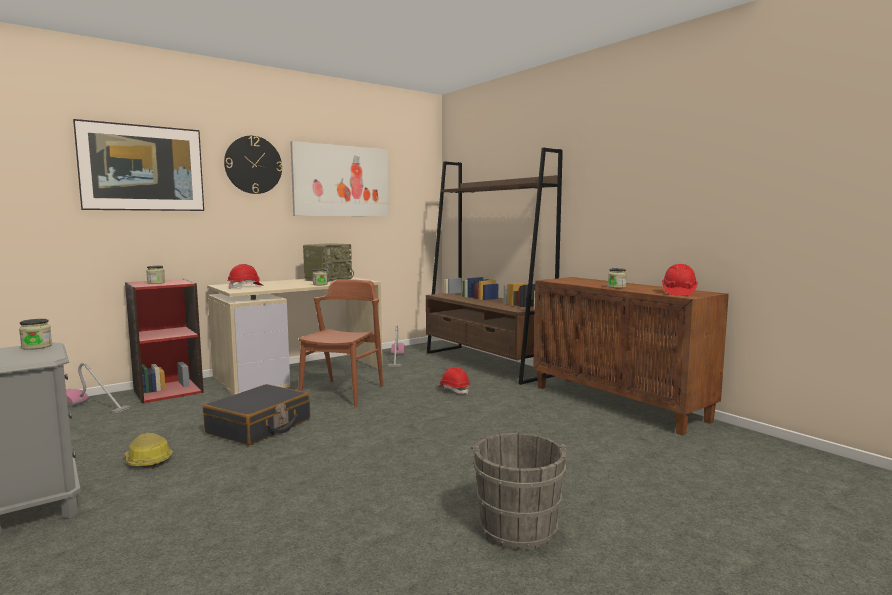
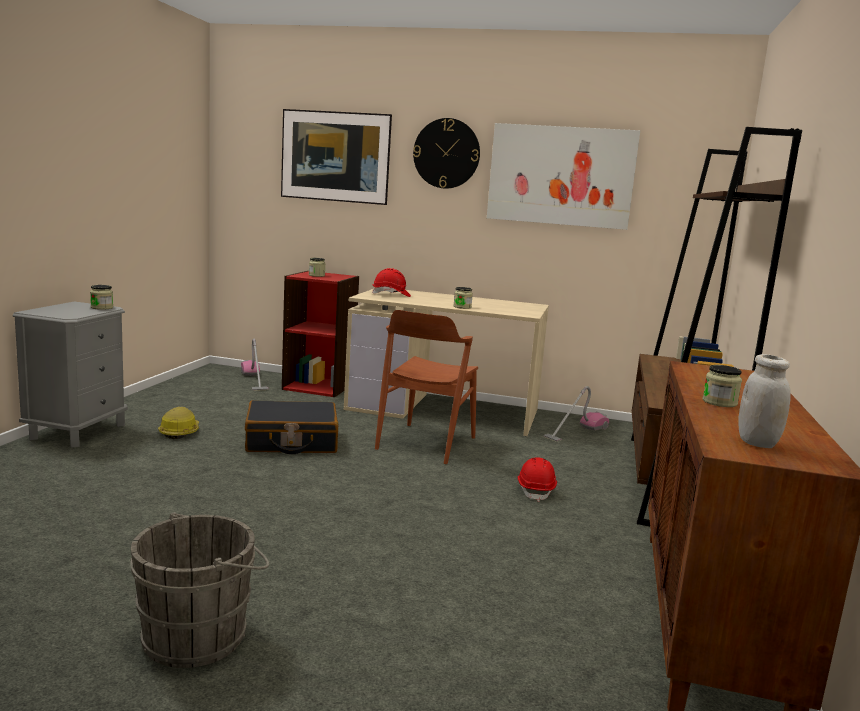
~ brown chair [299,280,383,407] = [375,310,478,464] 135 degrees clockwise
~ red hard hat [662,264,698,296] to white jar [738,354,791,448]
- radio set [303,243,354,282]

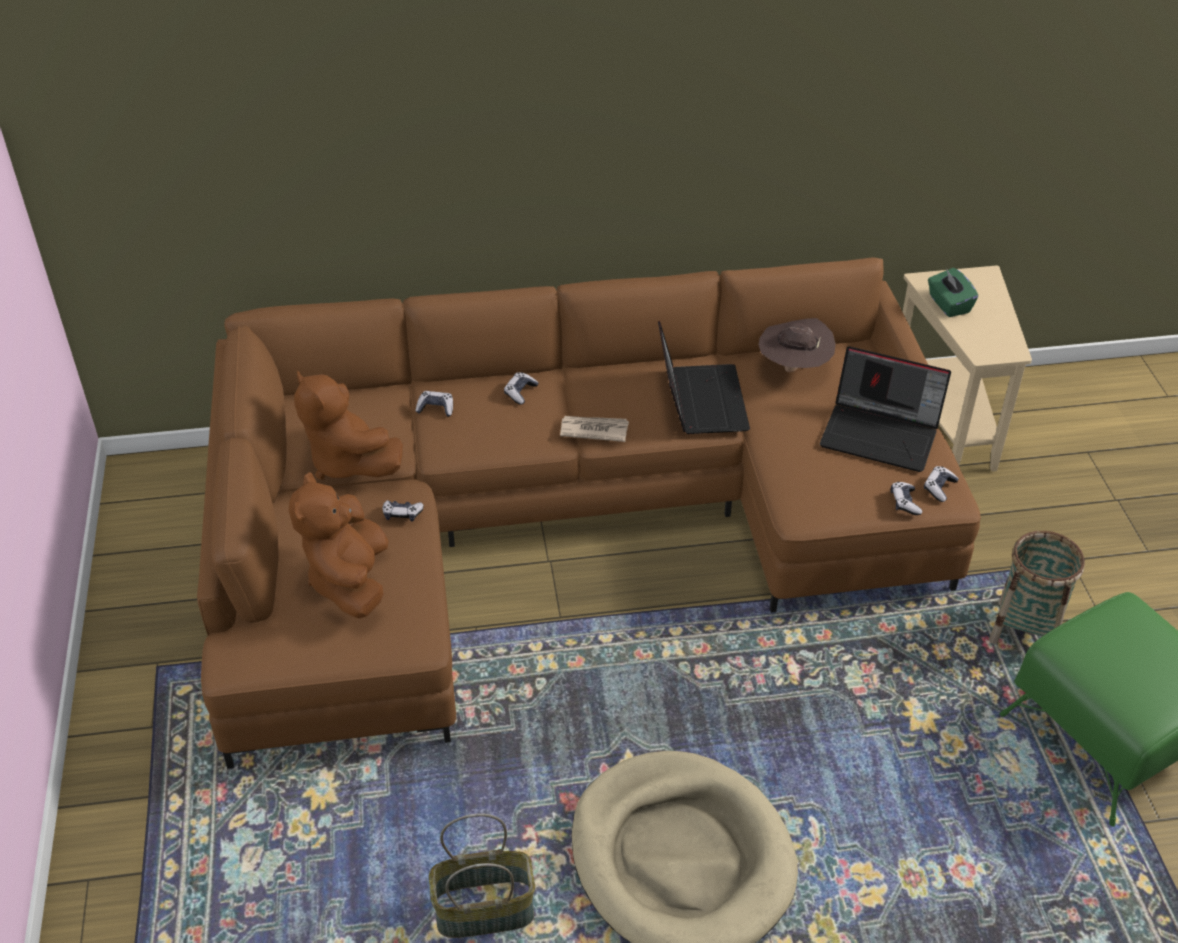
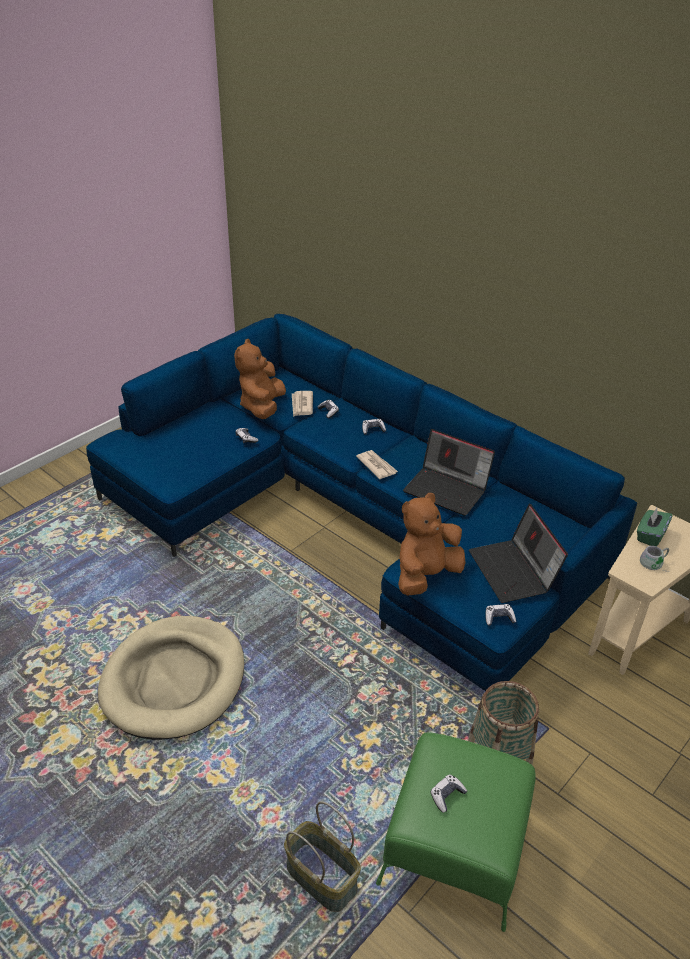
~ brown sofa [197,257,981,769] to blue-coloured sofa [86,314,637,691]
~ household basket [429,813,535,938] to [284,801,361,912]
+ newspaper [292,391,313,417]
~ brown cuddly toy [289,472,389,619] to [398,493,466,596]
~ notebook computer [658,320,750,434] = [403,429,495,516] 75 degrees clockwise
~ joypad [891,482,922,515] to [430,774,467,813]
+ greyish tea mug [640,546,669,571]
- brown clothing hat [758,318,836,372]

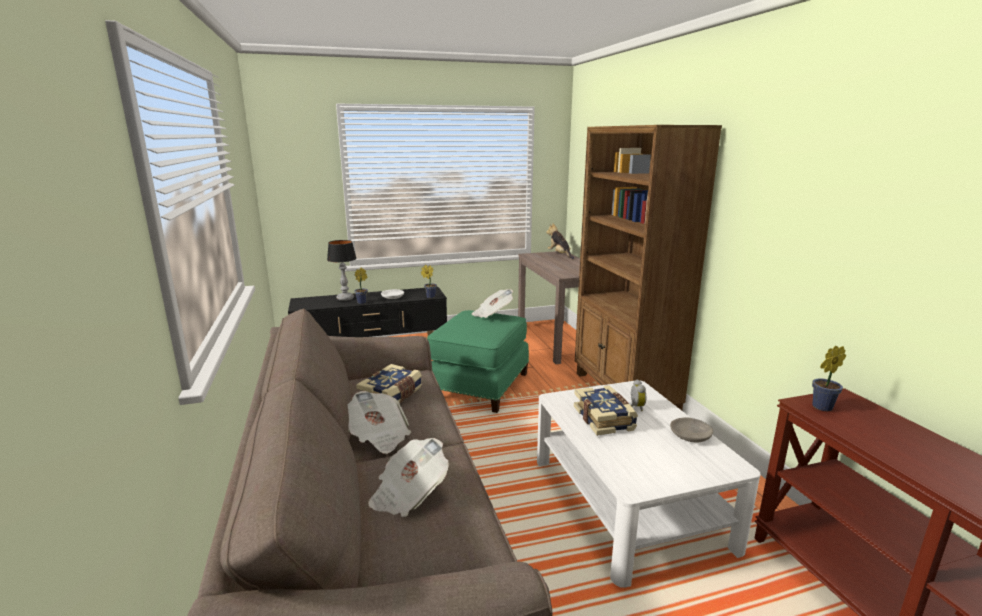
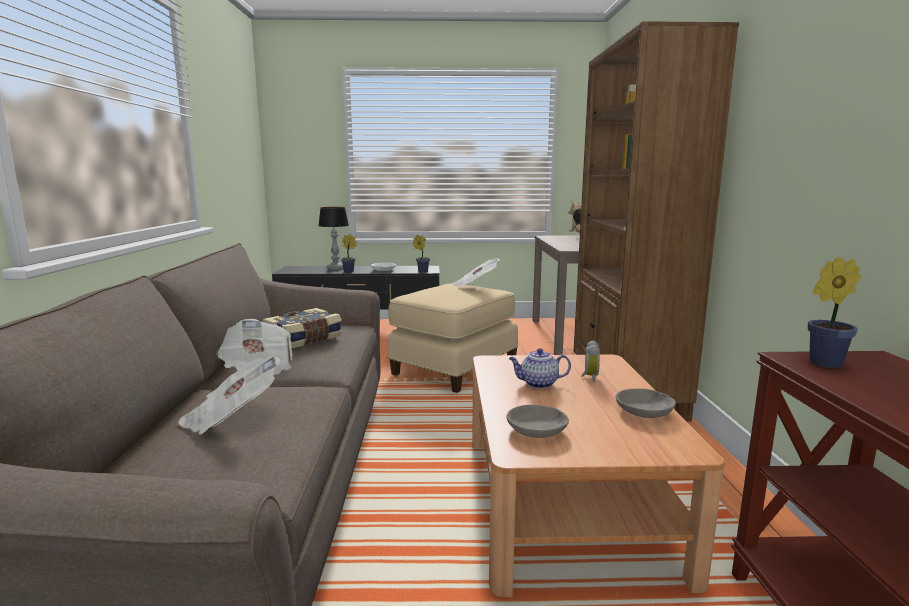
~ greenish footrest [427,310,529,413] to beige footrest [387,284,518,393]
~ white lounge table [537,381,761,588] to brown lounge table [472,354,725,597]
+ greyish deep dish [506,405,569,438]
~ book [574,385,638,436] to teapot [509,348,571,389]

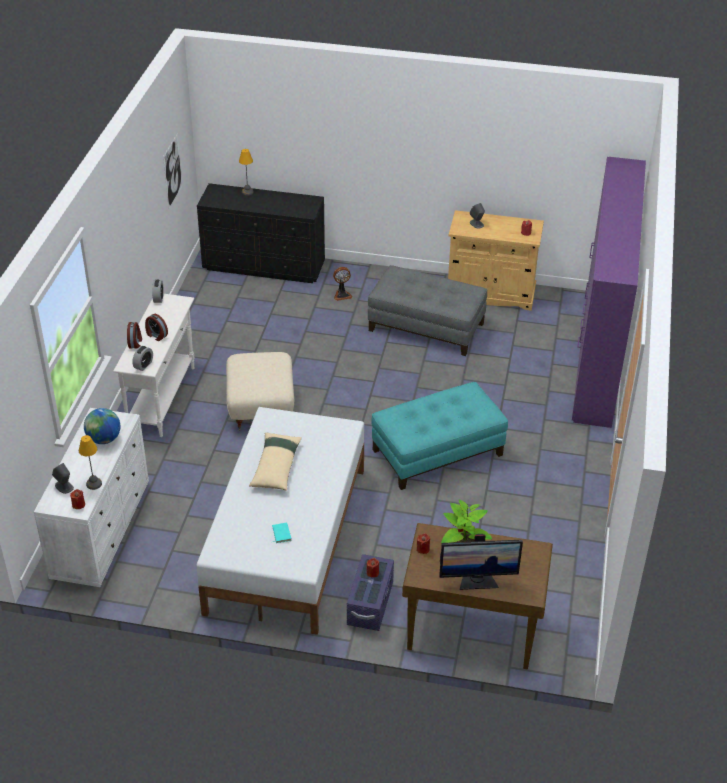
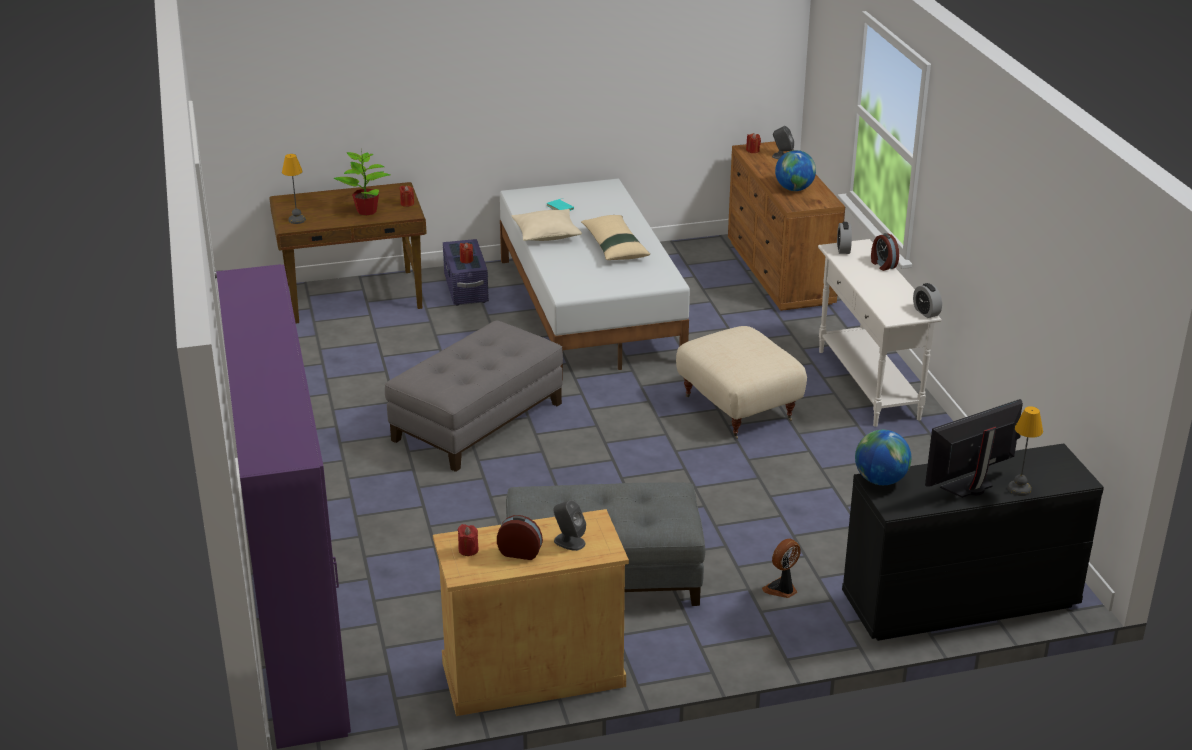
~ tabletop lamp [79,435,102,490] to [282,154,306,224]
~ turquoise-coloured footrest [371,382,508,490] to greyish footrest [385,321,563,472]
~ bedside clock [145,314,168,341] to [497,515,543,560]
+ beige cushion [512,209,582,241]
~ white chest of drawers [34,408,149,587] to brown chest of drawers [728,141,845,311]
+ world globe [855,430,911,485]
~ monitor [439,534,523,590] to [925,399,1023,498]
- picture [163,133,182,209]

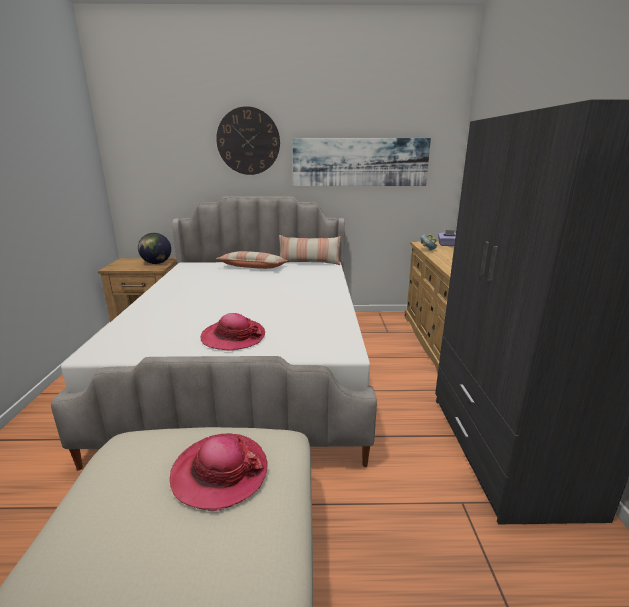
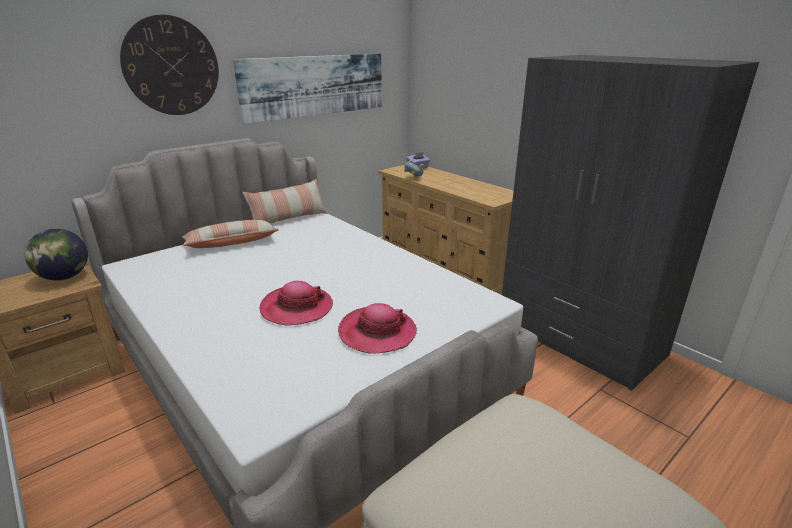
~ clothing hat [170,433,268,511] to [260,281,333,325]

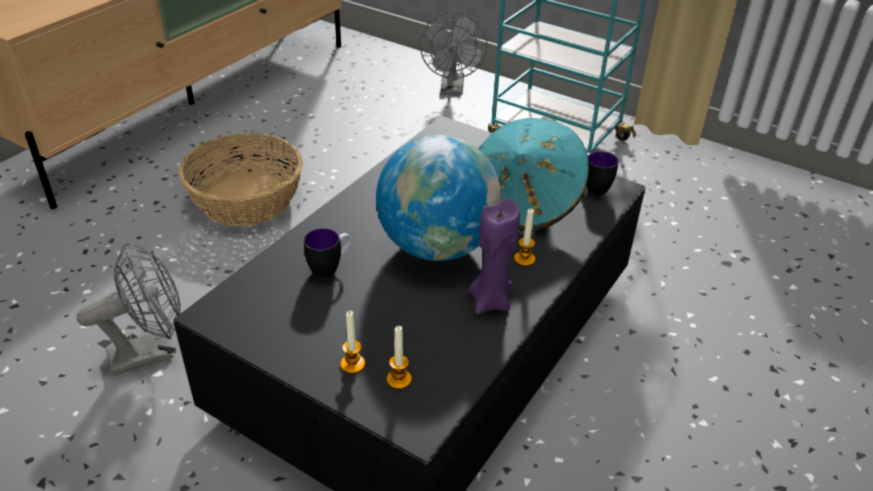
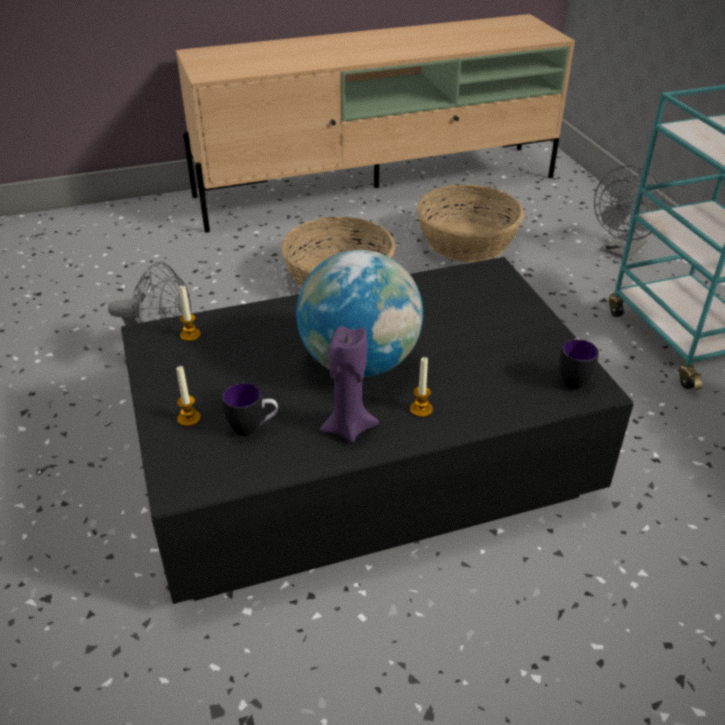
~ candle [386,326,412,389] to [179,285,201,341]
~ tea mug [304,228,351,279] to [222,383,278,436]
+ household basket [417,184,524,262]
- turquoise-coloured clothing hat [478,117,589,231]

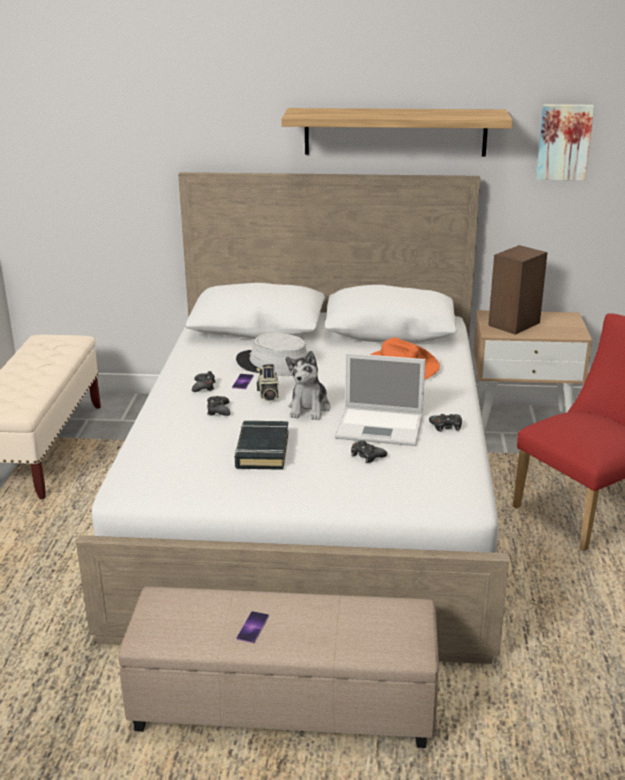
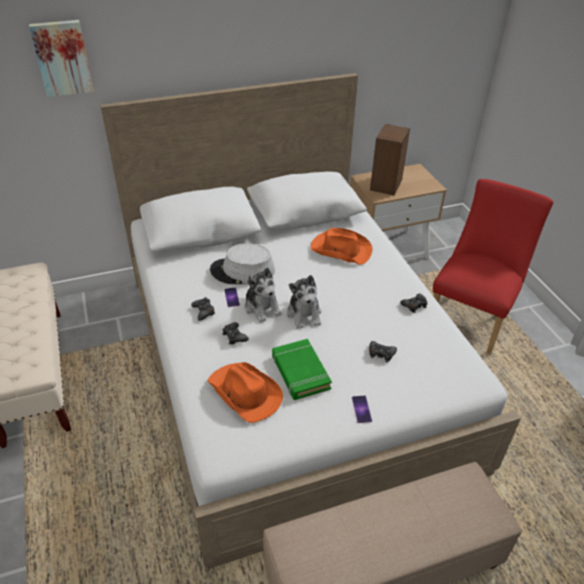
~ picture [536,104,594,180] to [29,20,94,97]
+ orange-coloured clothing hat [207,362,283,423]
~ photo camera [257,364,279,401] to cuddly toy [245,268,282,323]
~ black book [235,421,289,470] to greenish book [272,339,332,400]
~ handset [236,611,269,643] to [352,396,372,423]
- shelf [281,108,513,156]
- notebook computer [335,353,425,446]

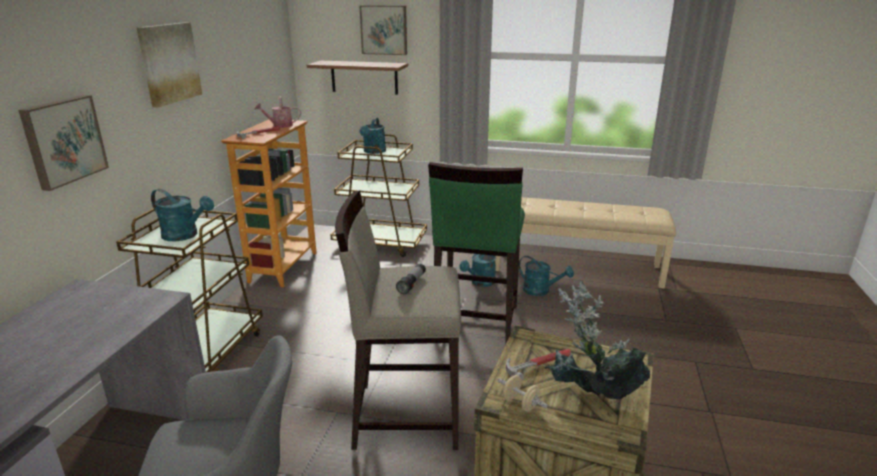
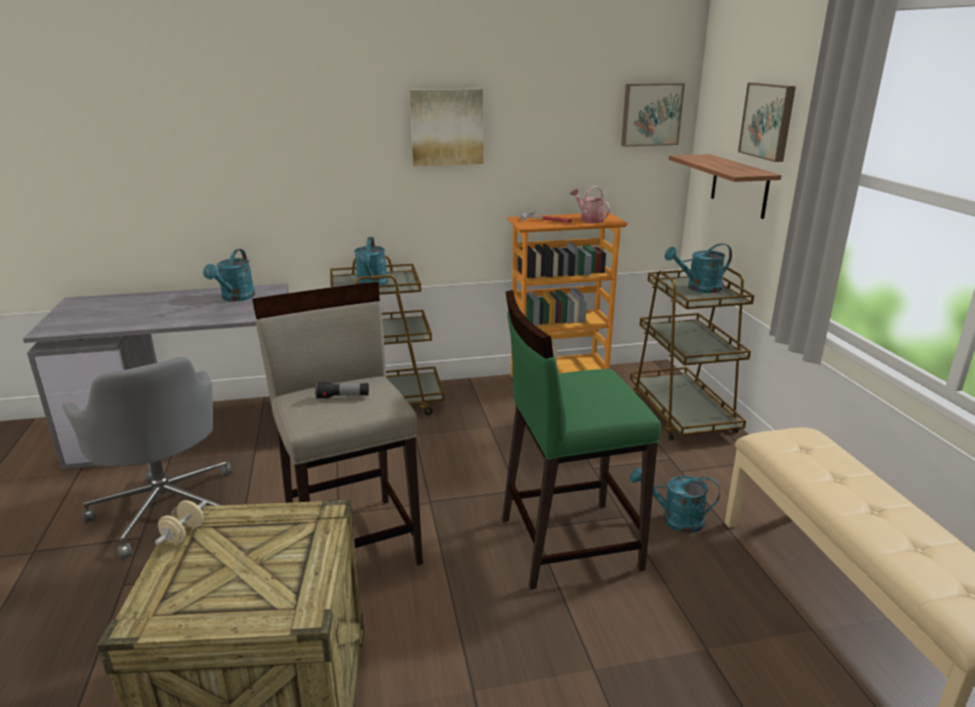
~ turquoise-coloured watering can [519,256,574,296] to [203,249,255,302]
~ picture [18,95,109,191] to [621,83,685,147]
- tool hammer [506,349,571,381]
- plant in a pot [544,281,650,400]

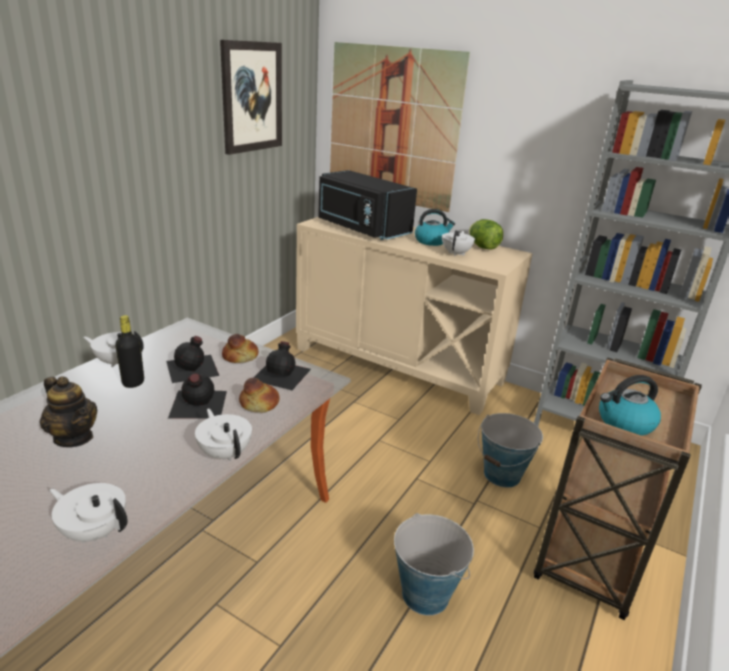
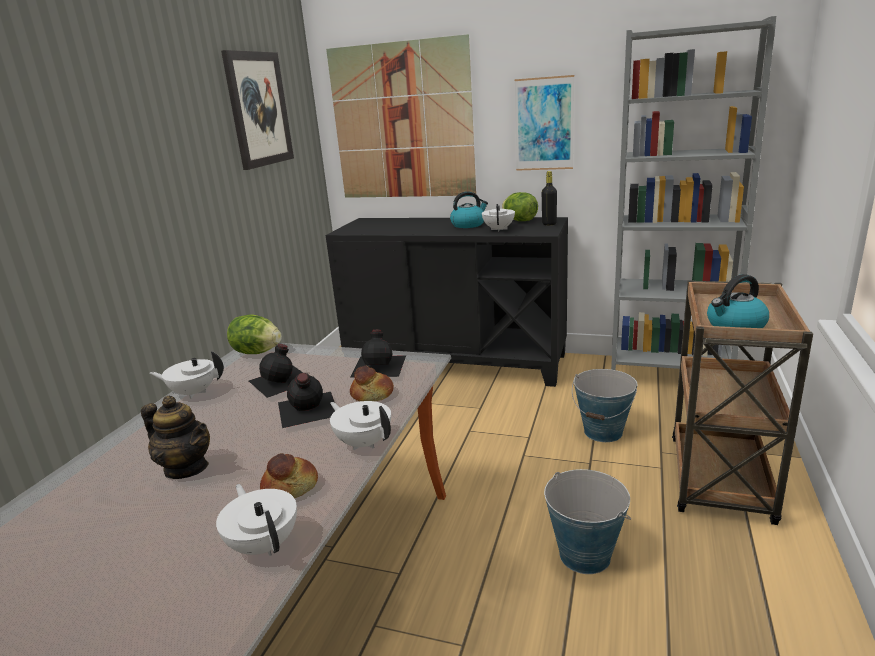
~ white teapot [49,483,128,543] = [216,484,297,556] 45 degrees clockwise
+ lettuce head [227,315,282,354]
~ bread [222,334,258,363] to [260,453,318,498]
~ beige cupboard [296,217,533,415] to black cupboard [325,217,568,387]
+ picture [515,75,574,171]
~ black beverage bottle [115,315,144,388] to [542,171,557,225]
- black microwave oven [318,170,417,240]

